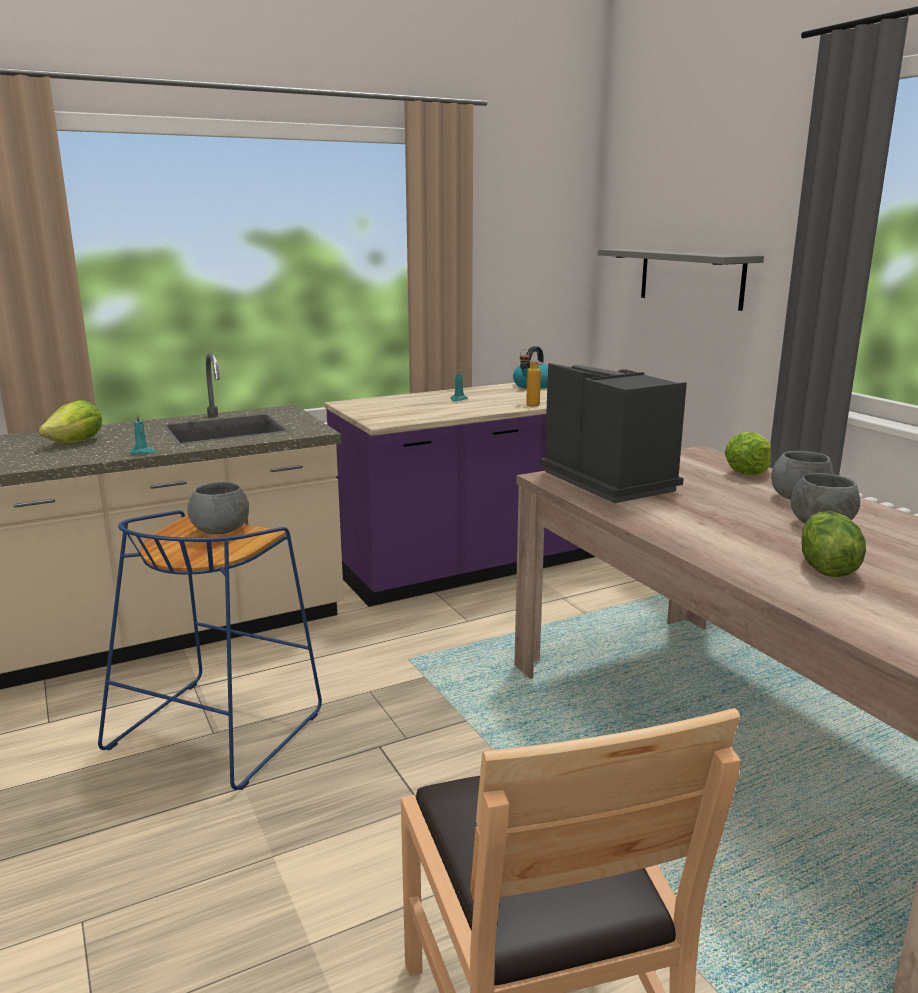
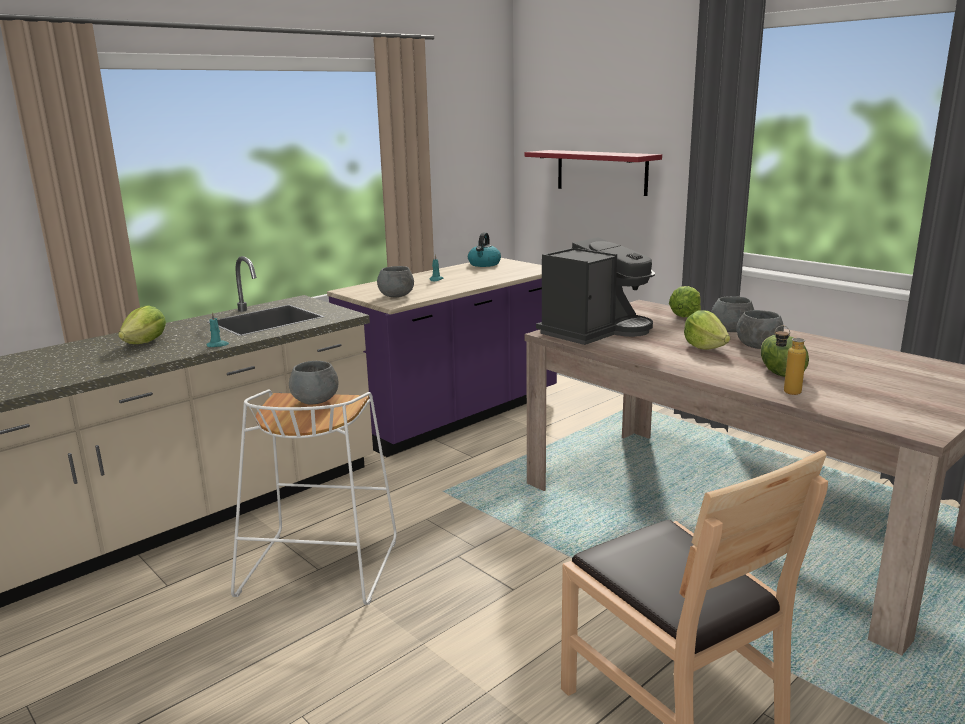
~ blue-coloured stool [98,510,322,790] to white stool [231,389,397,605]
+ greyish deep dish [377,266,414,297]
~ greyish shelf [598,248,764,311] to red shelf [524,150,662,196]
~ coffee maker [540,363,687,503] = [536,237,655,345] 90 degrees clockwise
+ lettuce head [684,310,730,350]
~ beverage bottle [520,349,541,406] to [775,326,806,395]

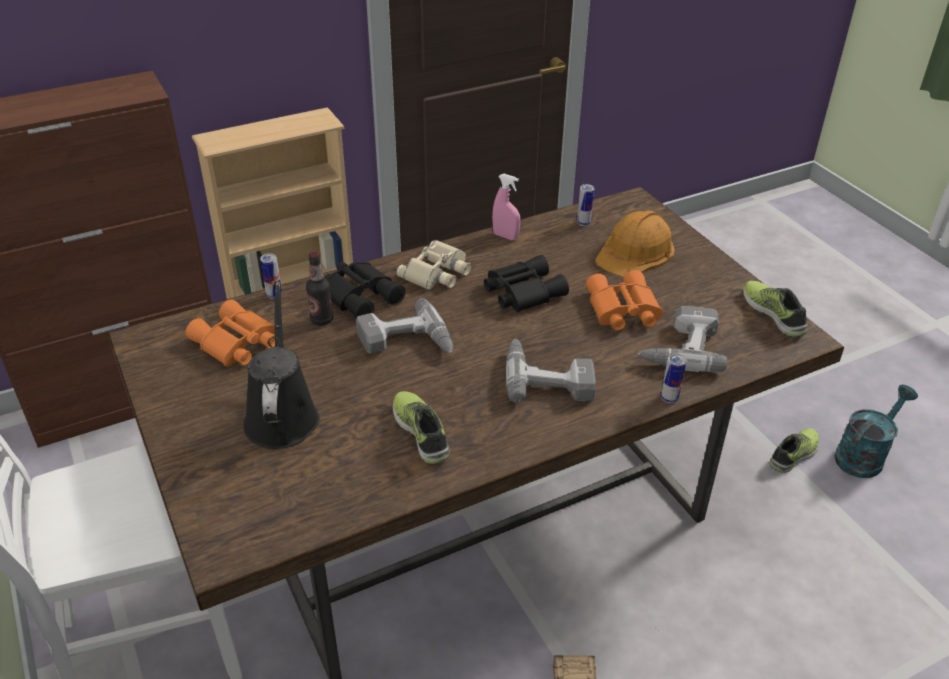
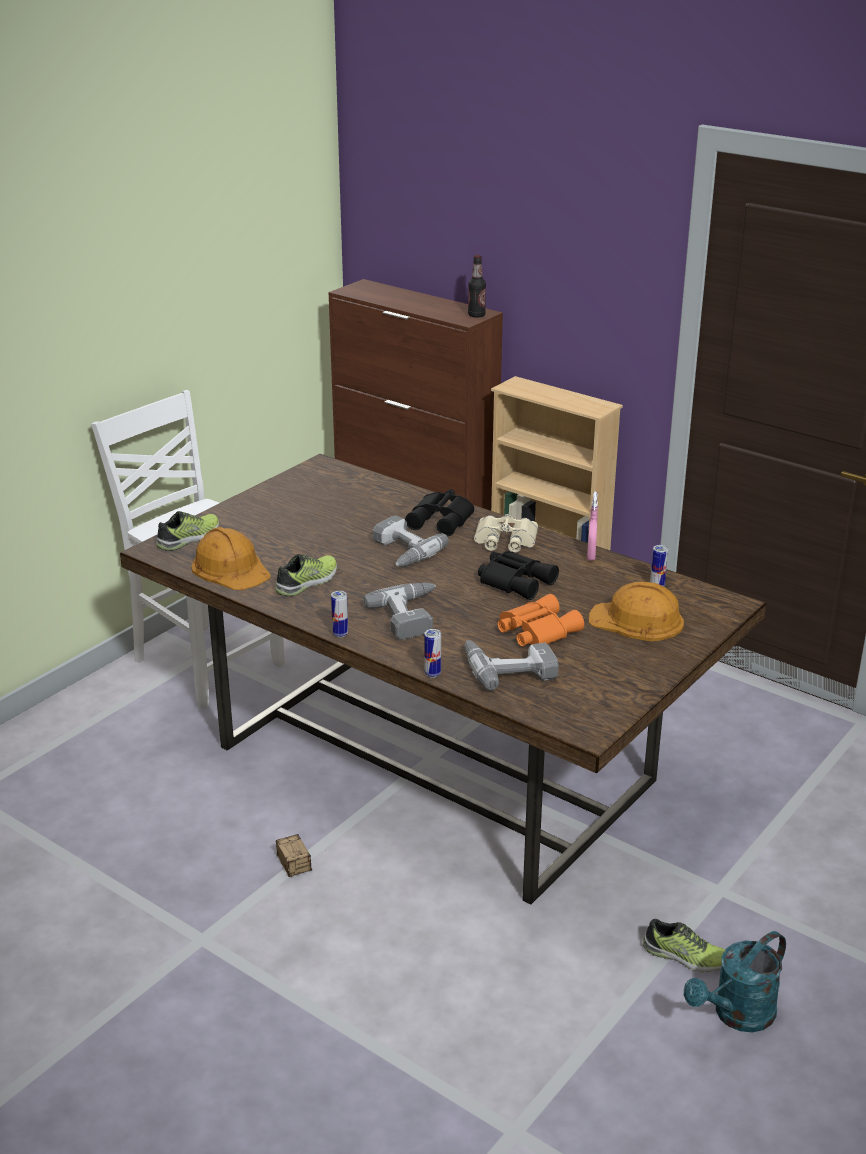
~ item of footwear [743,281,807,337] to [156,511,219,551]
+ orange-coloured hard hat [191,527,271,590]
~ sealed can [260,253,282,299] to [331,591,348,637]
~ beverage bottle [306,252,333,326] to [468,255,486,318]
~ turquoise-coloured watering can [834,385,918,478] = [684,931,786,1032] 120 degrees clockwise
- orange-coloured pair of binoculars [186,299,275,367]
- black watering can [243,282,320,449]

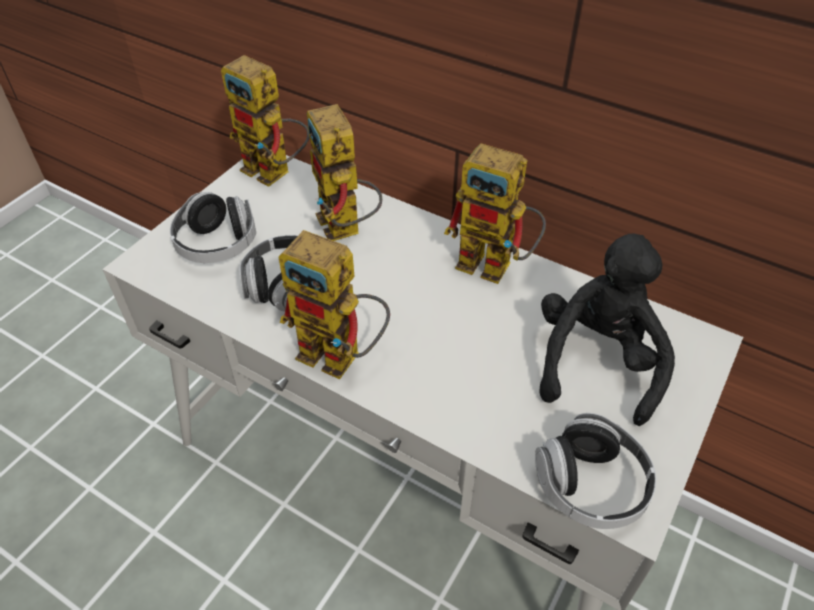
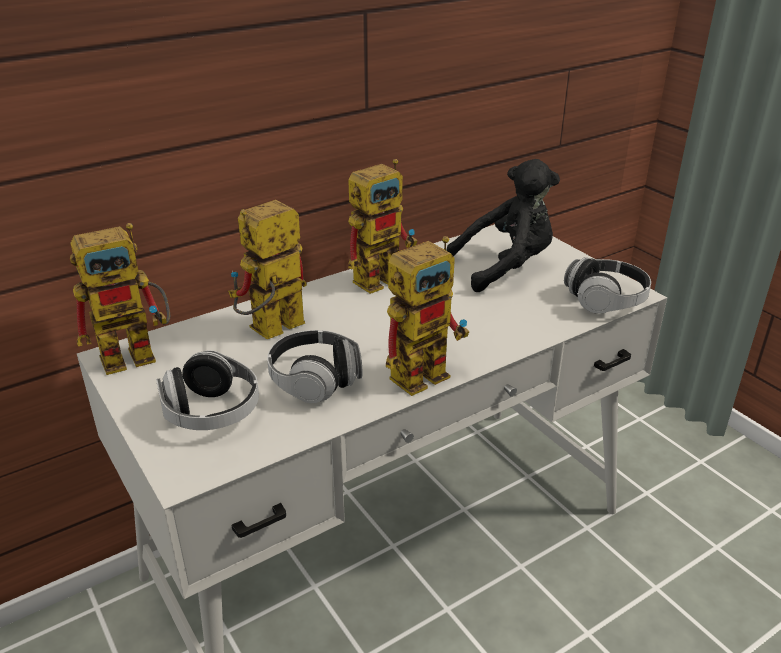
~ robot figure [307,104,382,241] = [228,200,307,339] 135 degrees clockwise
~ black cuddly toy [539,234,675,426] = [446,159,560,292] 120 degrees clockwise

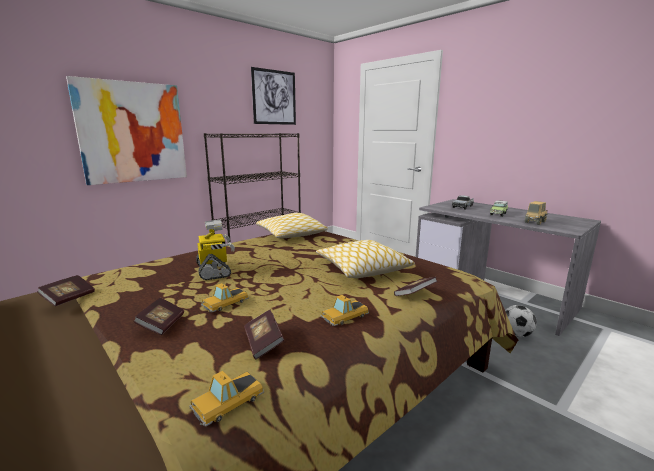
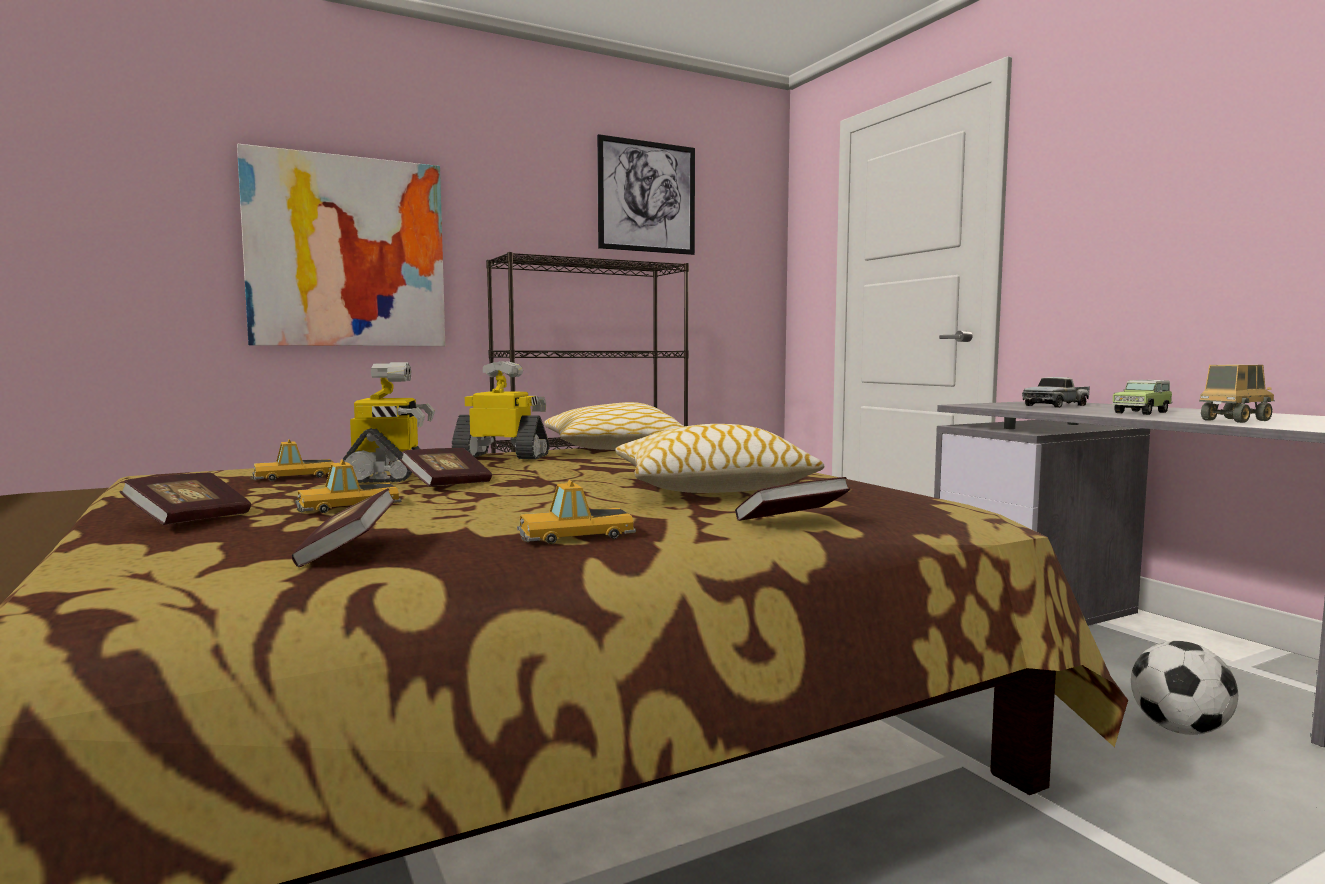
~ toy car [189,371,264,426] to [250,439,334,481]
~ book [37,275,95,306] to [400,448,492,487]
+ robot figure [452,361,549,459]

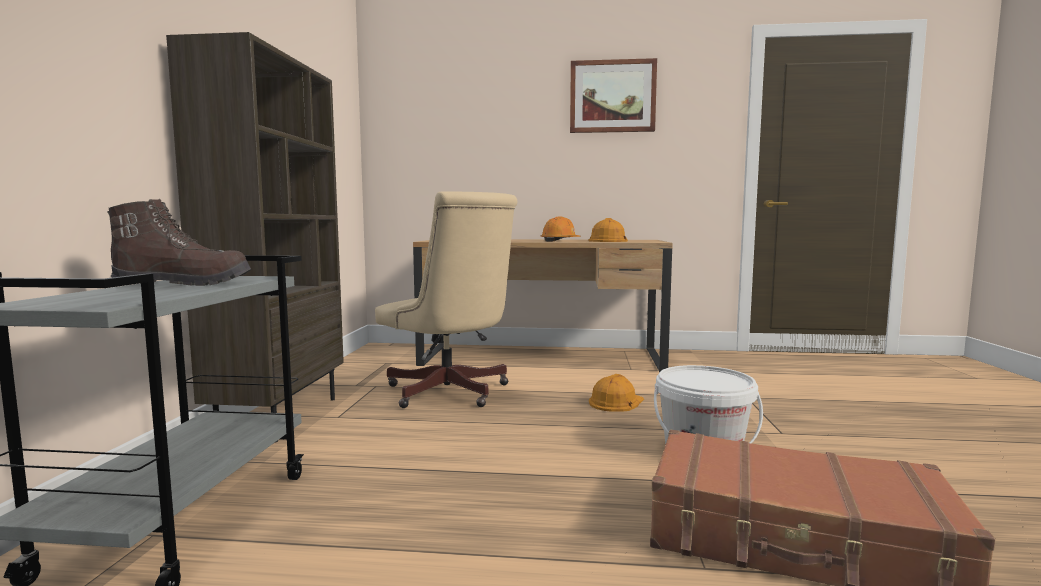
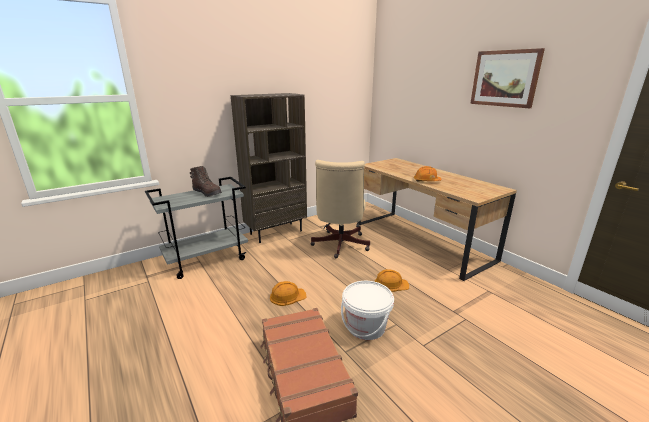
~ orange-coloured hard hat [588,218,628,242] to [270,281,307,306]

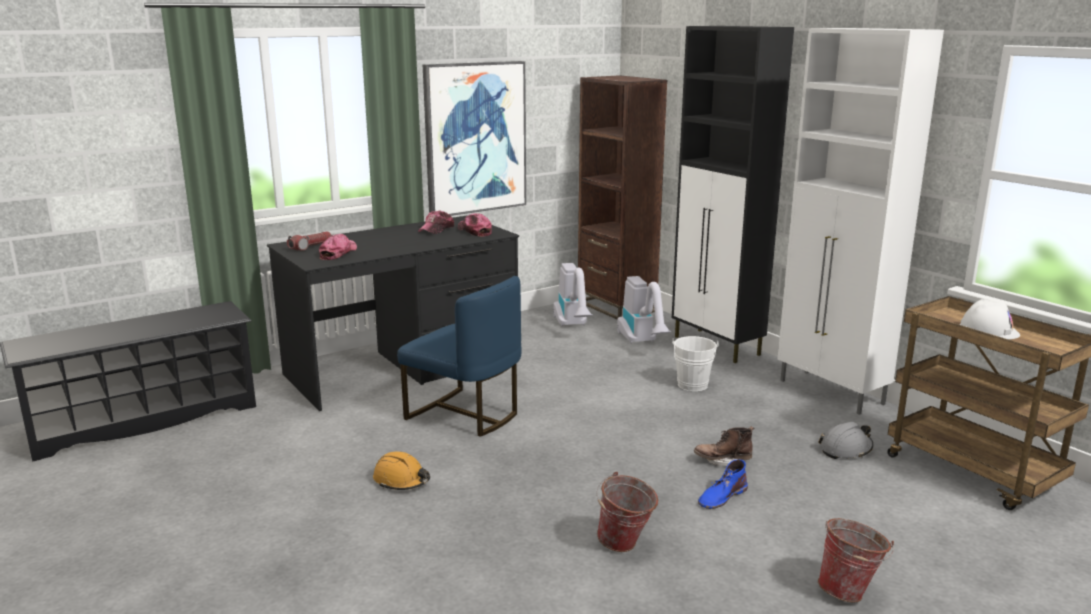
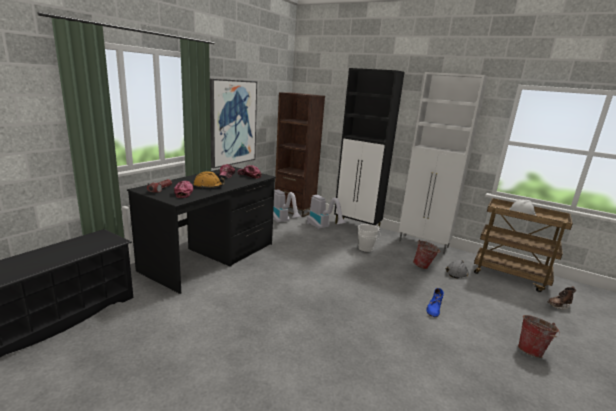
~ orange-coloured hard hat [373,451,430,490] to [193,171,225,188]
~ water bucket [597,472,658,552] to [413,239,440,269]
~ brown boot [694,426,754,466] to [548,286,577,309]
- blue-coloured chair [397,276,522,437]

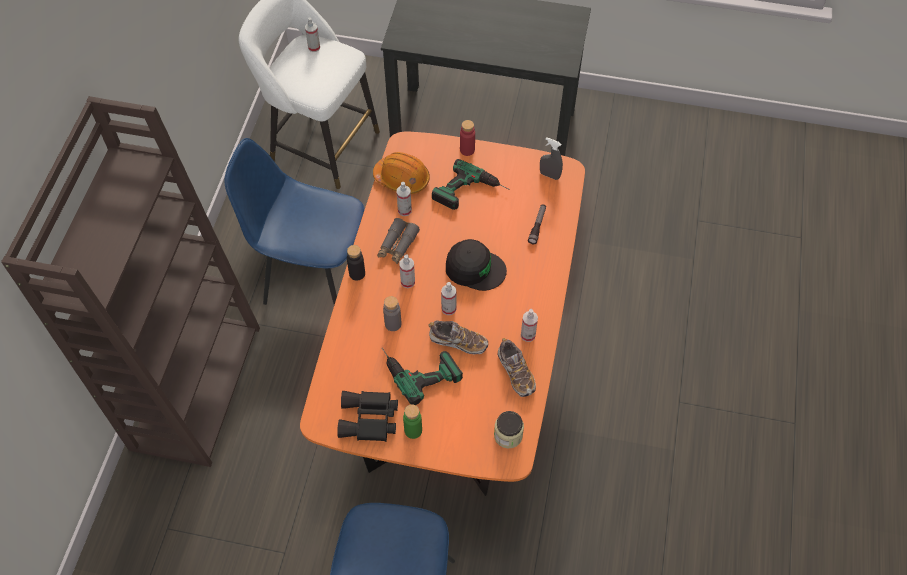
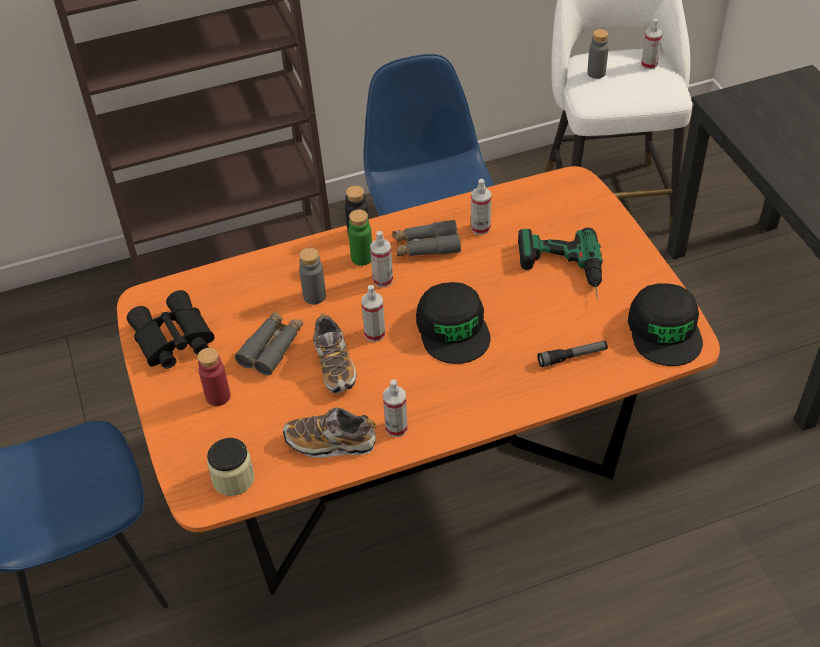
~ red beverage bottle [460,120,475,156] to [197,348,230,406]
~ power drill [382,348,463,405] to greyish pair of binoculars [235,310,303,375]
~ item of footwear [497,338,536,397] = [283,407,376,458] 60 degrees clockwise
~ greenish beverage bottle [403,404,422,439] to [348,209,372,266]
+ greyish beverage bottle [587,29,609,79]
~ greyish sprayer [540,137,563,180] to black baseball cap [628,283,703,366]
- orange-coloured hard hat [373,152,430,194]

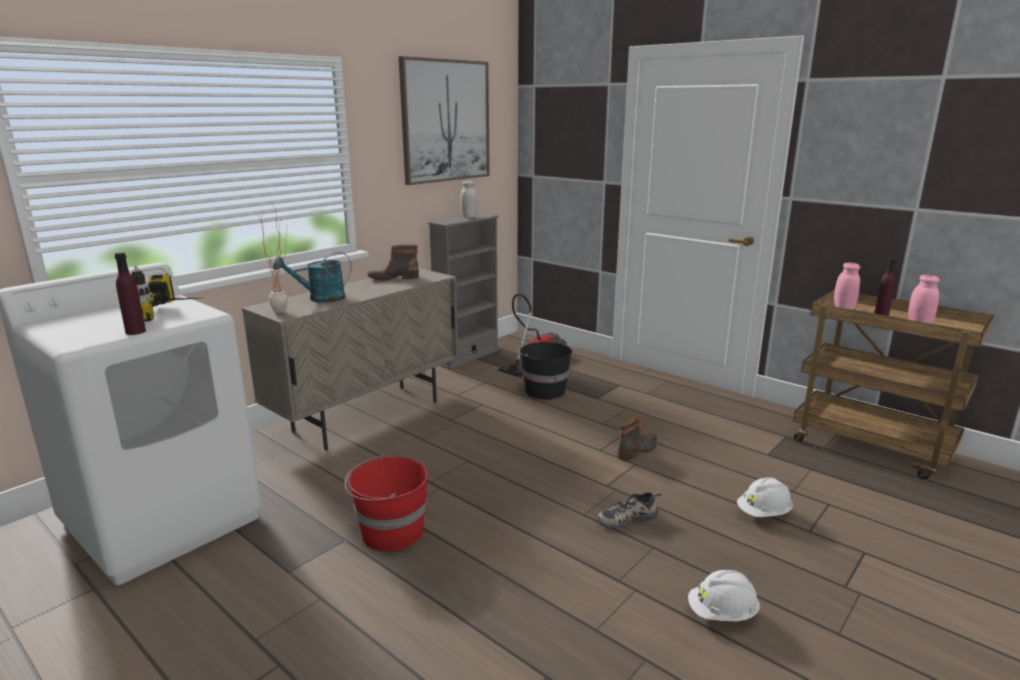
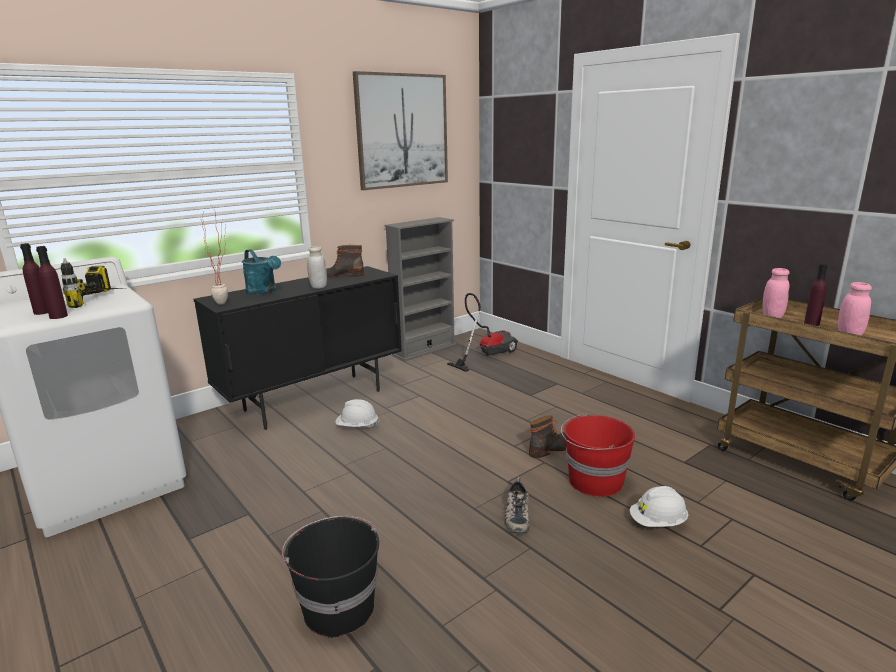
+ purple-coloured beverage bottle [20,243,48,315]
~ beige cupboard [242,268,459,451] to black cupboard [194,266,402,430]
~ turquoise-coloured watering can [273,252,352,303] = [242,249,281,295] 120 degrees counterclockwise
~ black water bucket [518,341,572,400] to [282,516,379,638]
~ white jar [460,181,477,218] to [307,246,327,289]
~ white hard hat [688,570,760,621] to [335,399,379,427]
~ item of footwear [597,492,661,529] = [504,477,530,535] 75 degrees counterclockwise
~ red water bucket [344,455,428,552] to [561,413,635,497]

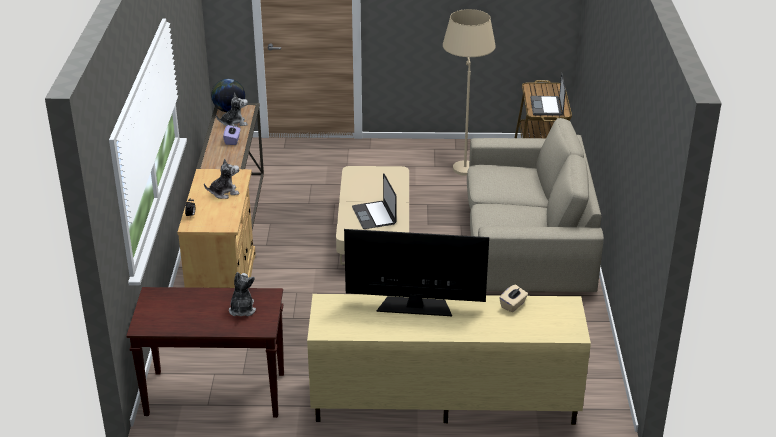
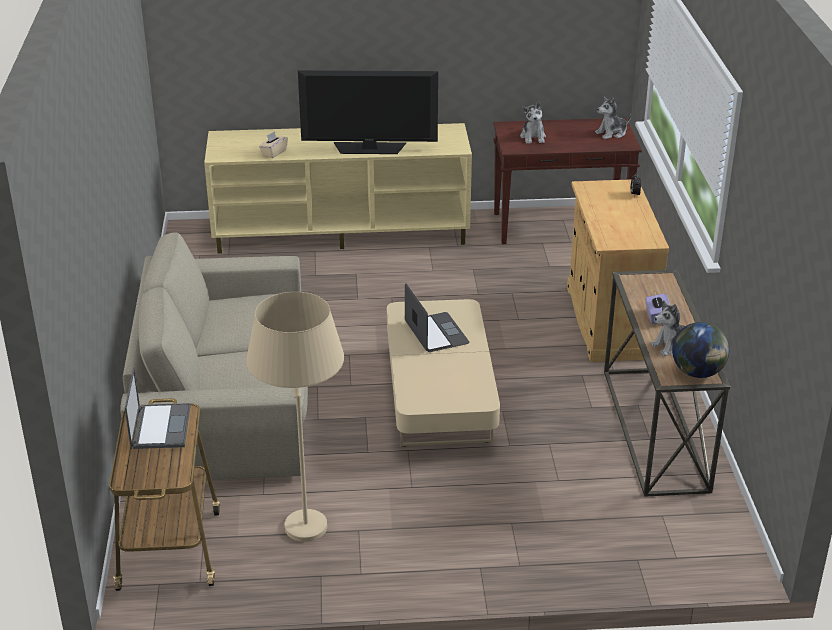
~ cuddly toy [204,159,239,199] to [595,97,631,139]

